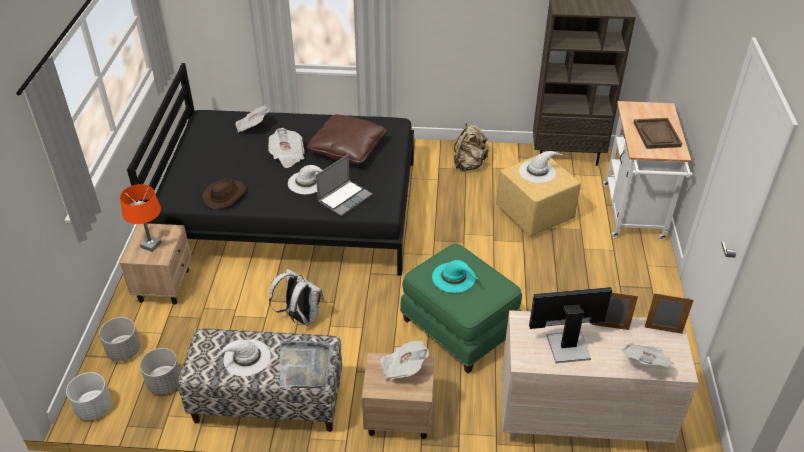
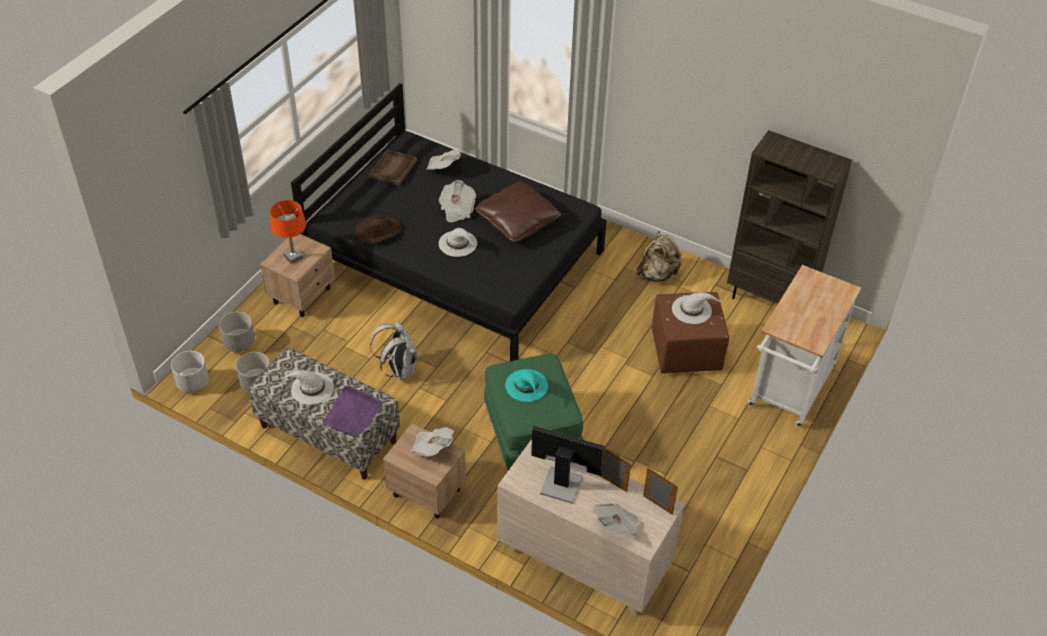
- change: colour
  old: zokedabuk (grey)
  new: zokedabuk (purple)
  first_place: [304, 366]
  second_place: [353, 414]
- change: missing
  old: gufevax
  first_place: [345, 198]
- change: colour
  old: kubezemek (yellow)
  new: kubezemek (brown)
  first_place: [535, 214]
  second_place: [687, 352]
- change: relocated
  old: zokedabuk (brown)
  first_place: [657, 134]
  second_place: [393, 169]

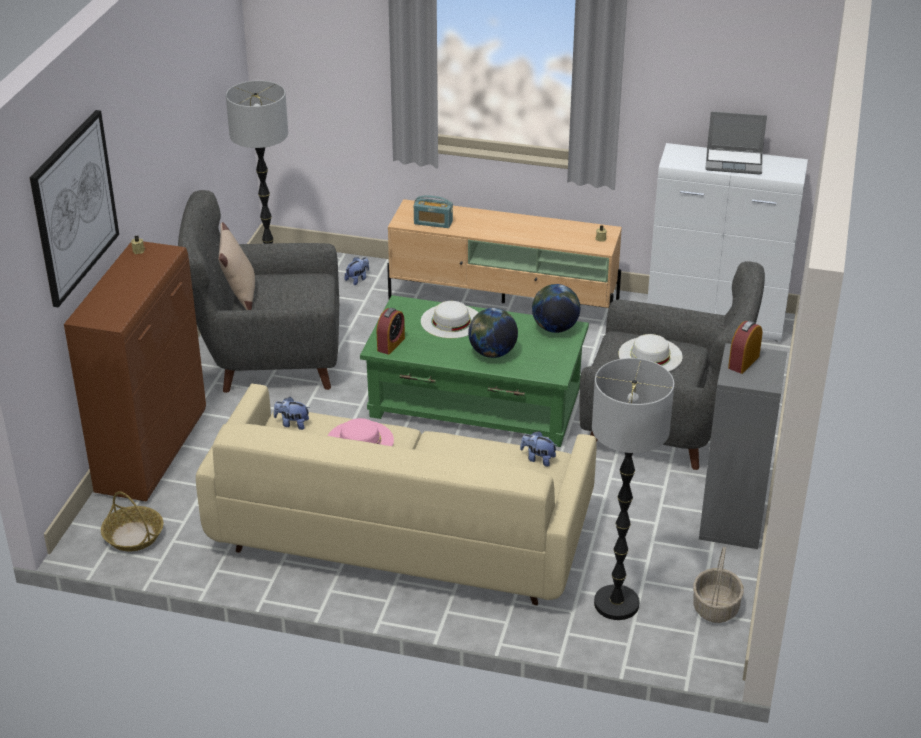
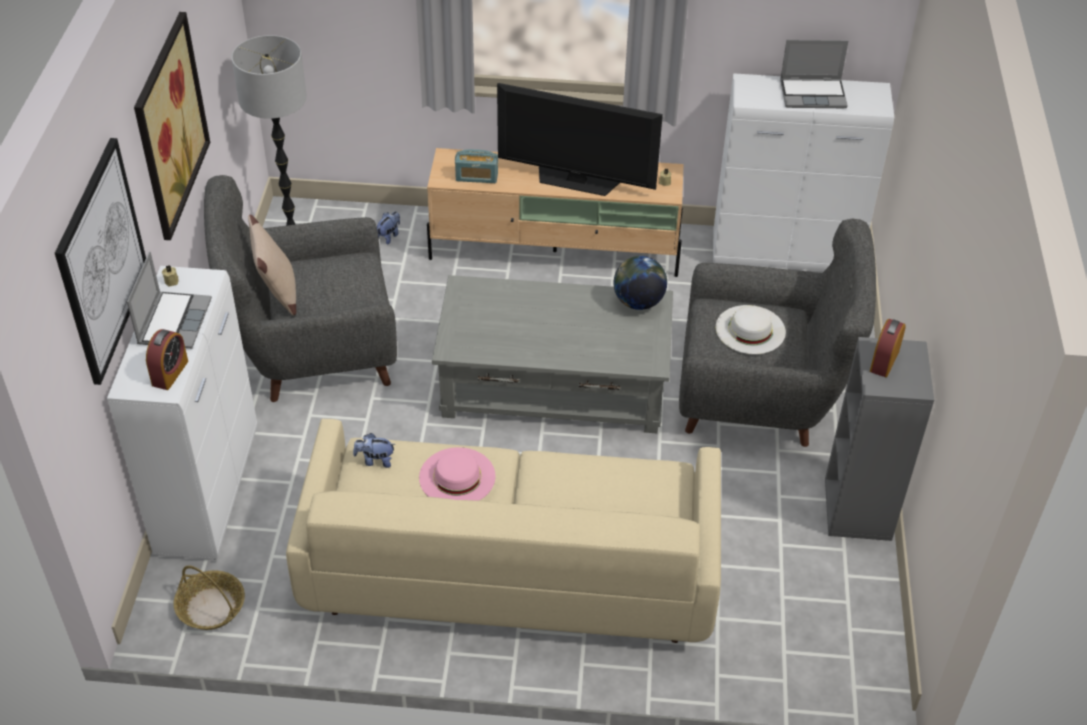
- change: colour
  old: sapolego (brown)
  new: sapolego (white)
  first_place: [152, 451]
  second_place: [208, 490]
- change: colour
  old: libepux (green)
  new: libepux (grey)
  first_place: [474, 402]
  second_place: [552, 385]
- change: relocated
  old: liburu
  first_place: [391, 344]
  second_place: [170, 373]
- change: missing
  old: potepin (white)
  first_place: [451, 321]
- change: missing
  old: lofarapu
  first_place: [492, 353]
- change: missing
  old: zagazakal
  first_place: [538, 459]
- change: missing
  old: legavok
  first_place: [616, 604]
- change: missing
  old: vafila
  first_place: [715, 607]
- change: appeared
  new: gufevax
  second_place: [174, 321]
- change: appeared
  new: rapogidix
  second_place: [170, 125]
- change: appeared
  new: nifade
  second_place: [576, 180]

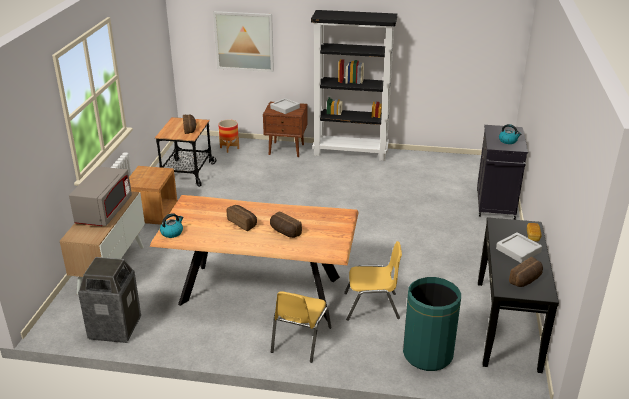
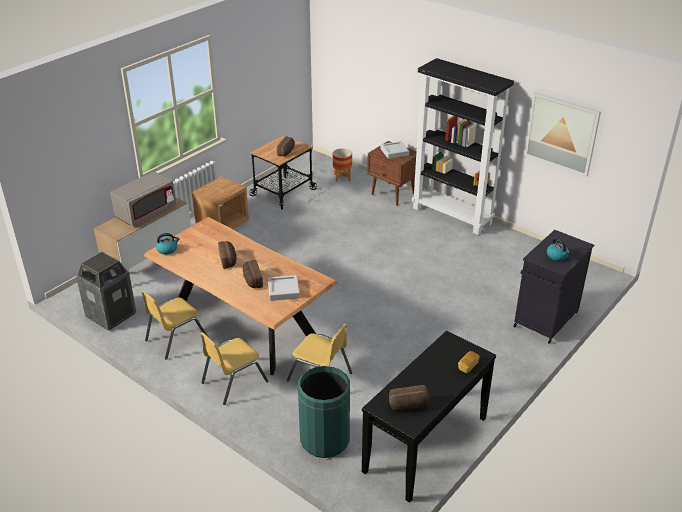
- change: relocated
  old: rapogidix
  first_place: [244, 41]
  second_place: [561, 133]
- change: relocated
  old: zokedabuk (grey)
  first_place: [518, 250]
  second_place: [283, 290]
- change: appeared
  new: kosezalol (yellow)
  second_place: [176, 339]

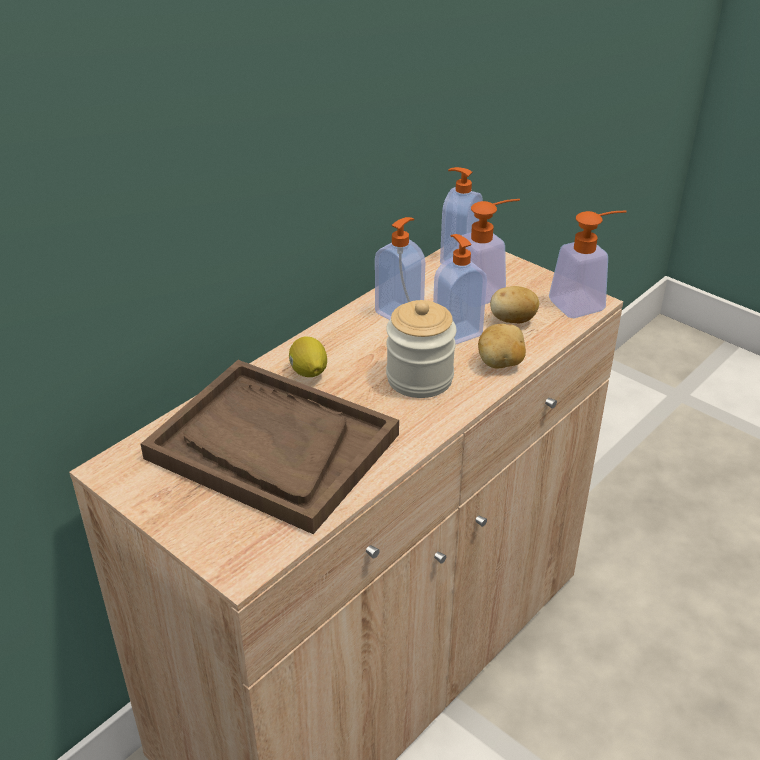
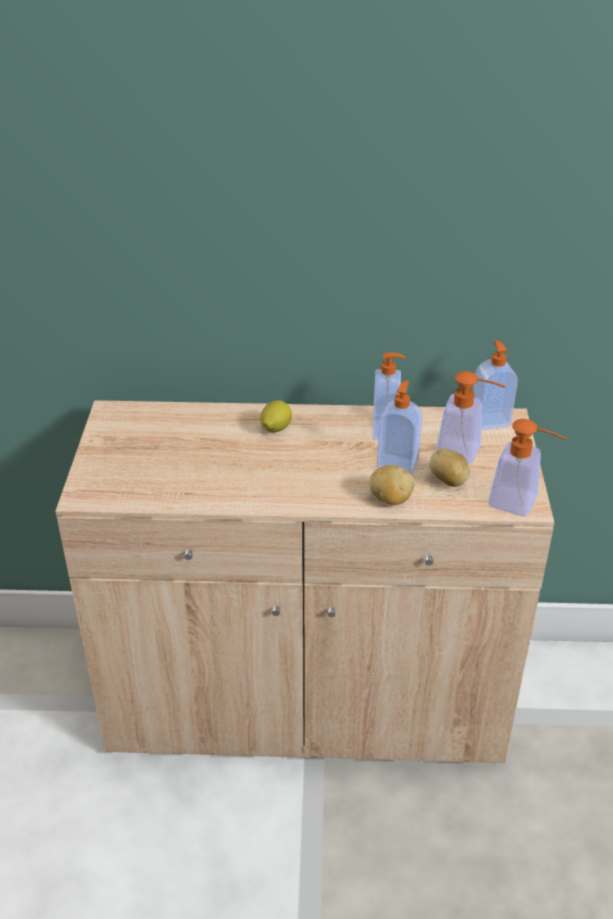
- change: missing
  old: zokedabuk (brown)
  first_place: [272, 447]
- change: missing
  old: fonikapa
  first_place: [419, 378]

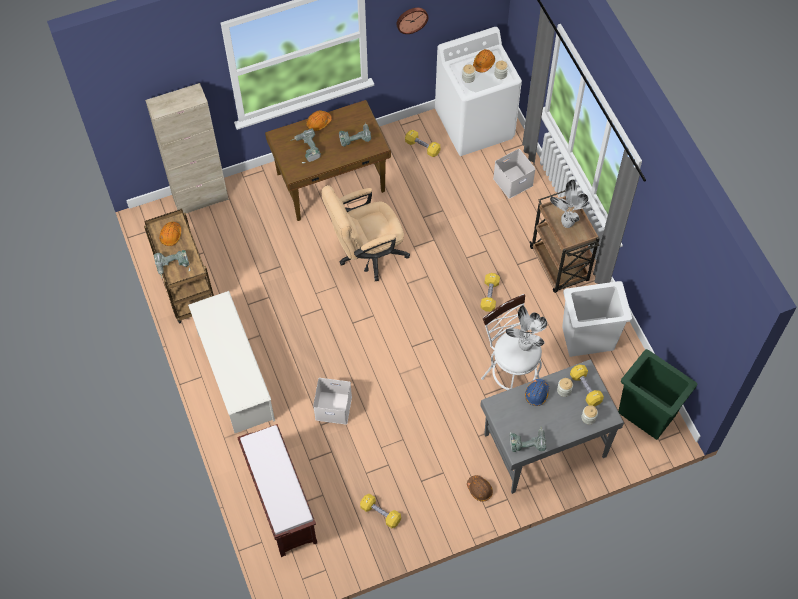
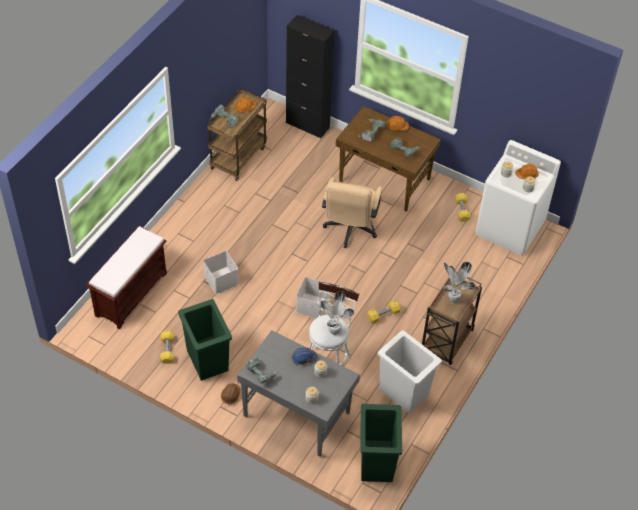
- change: colour
  old: sapolego (beige)
  new: sapolego (black)
  first_place: [200, 199]
  second_place: [307, 125]
- change: missing
  old: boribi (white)
  first_place: [235, 376]
- change: spun
  old: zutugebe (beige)
  first_place: [366, 254]
  second_place: [349, 230]
  degrees: -105
- change: missing
  old: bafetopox
  first_place: [411, 19]
- change: relocated
  old: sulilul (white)
  first_place: [513, 181]
  second_place: [313, 306]
- change: missing
  old: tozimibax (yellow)
  first_place: [585, 388]
- change: appeared
  new: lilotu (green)
  second_place: [207, 361]

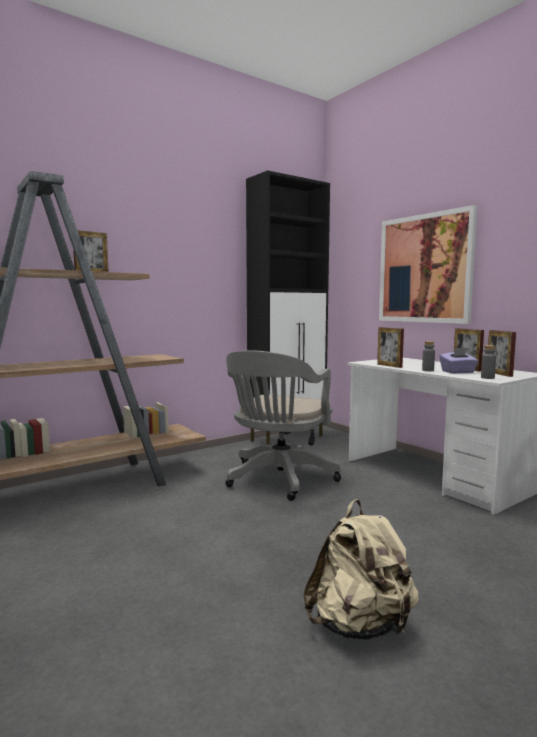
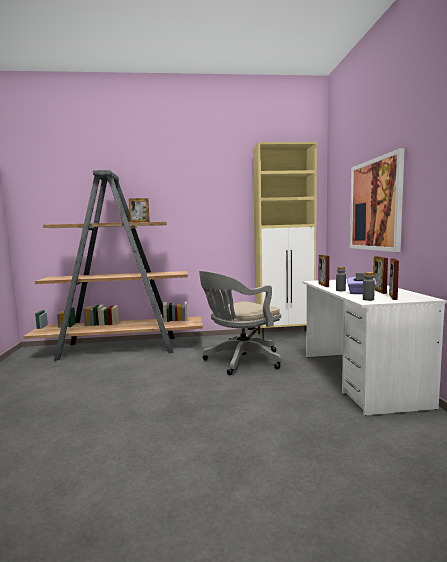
- change: colour
  old: sapolego (black)
  new: sapolego (beige)
  first_place: [288, 438]
  second_place: [285, 335]
- change: missing
  old: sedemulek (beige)
  first_place: [360, 625]

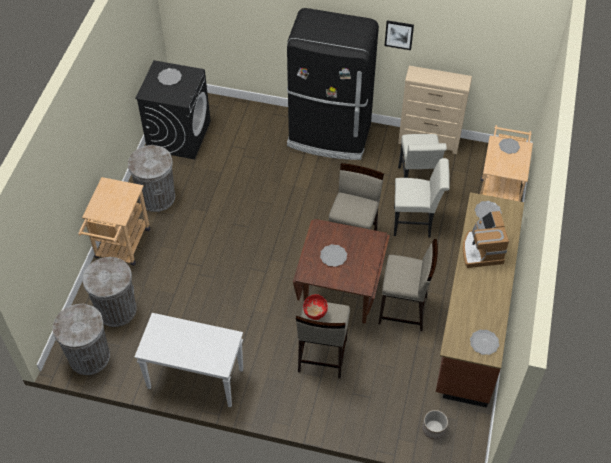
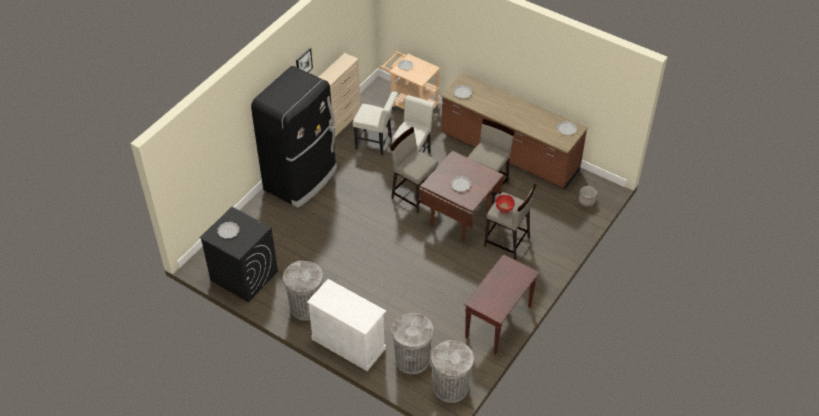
- change: exchanged
  old: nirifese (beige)
  new: sapolego (white)
  first_place: [121, 247]
  second_place: [348, 343]
- change: colour
  old: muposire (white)
  new: muposire (brown)
  first_place: [194, 379]
  second_place: [498, 322]
- change: missing
  old: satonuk
  first_place: [481, 250]

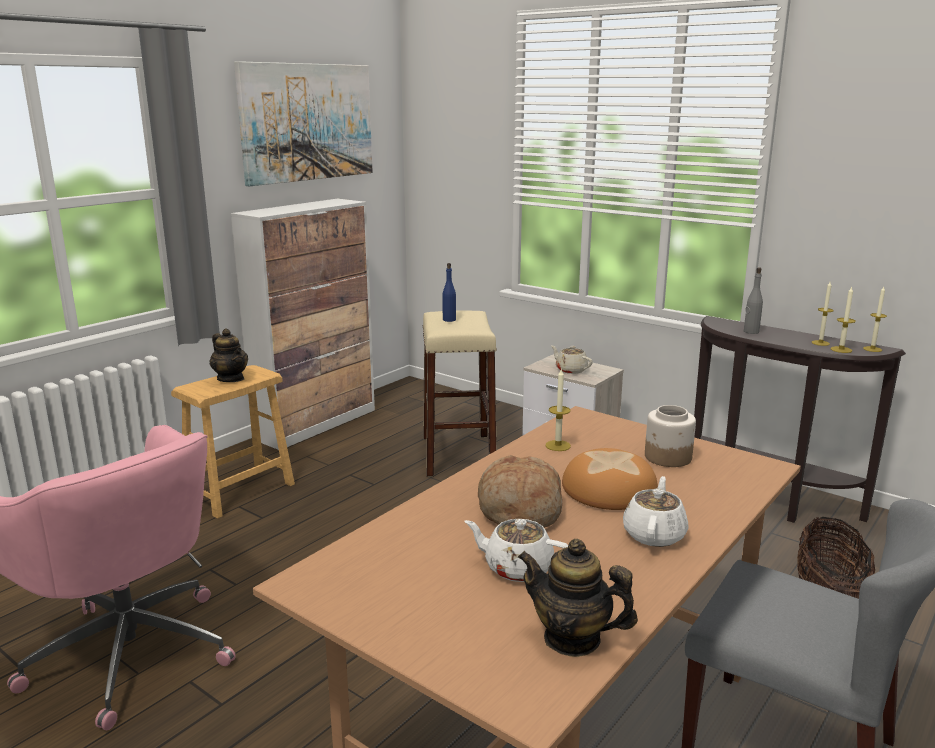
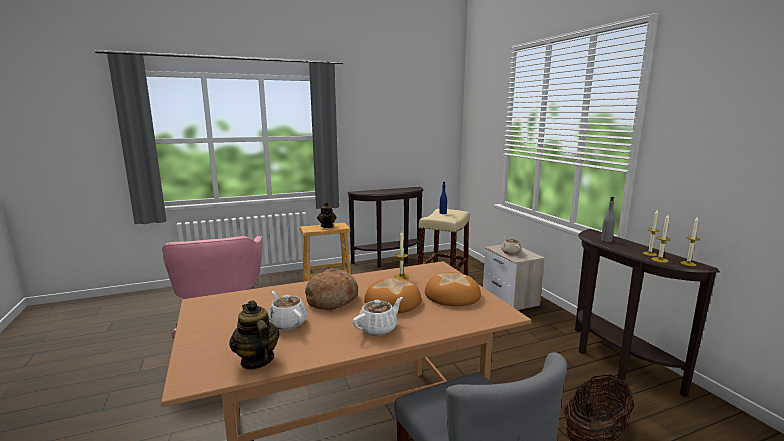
- change: exchanged
  old: sapolego
  new: muposire (brown)
  first_place: [317, 424]
  second_place: [389, 261]
- change: missing
  old: rapogidix
  first_place: [307, 122]
- change: exchanged
  old: fonikapa
  new: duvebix
  first_place: [668, 457]
  second_place: [451, 295]

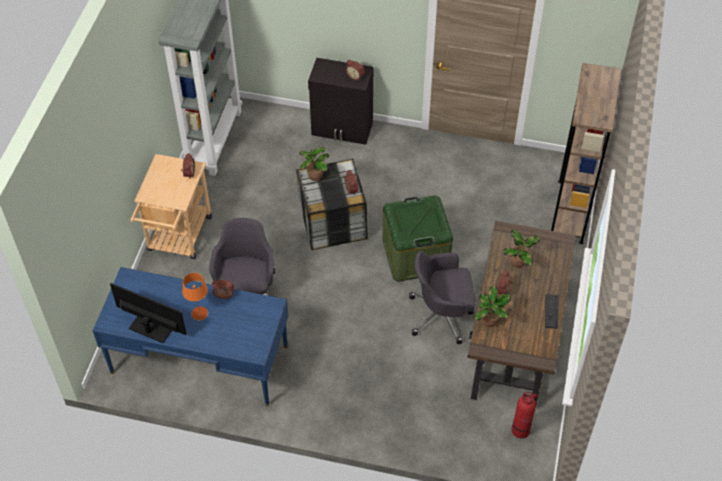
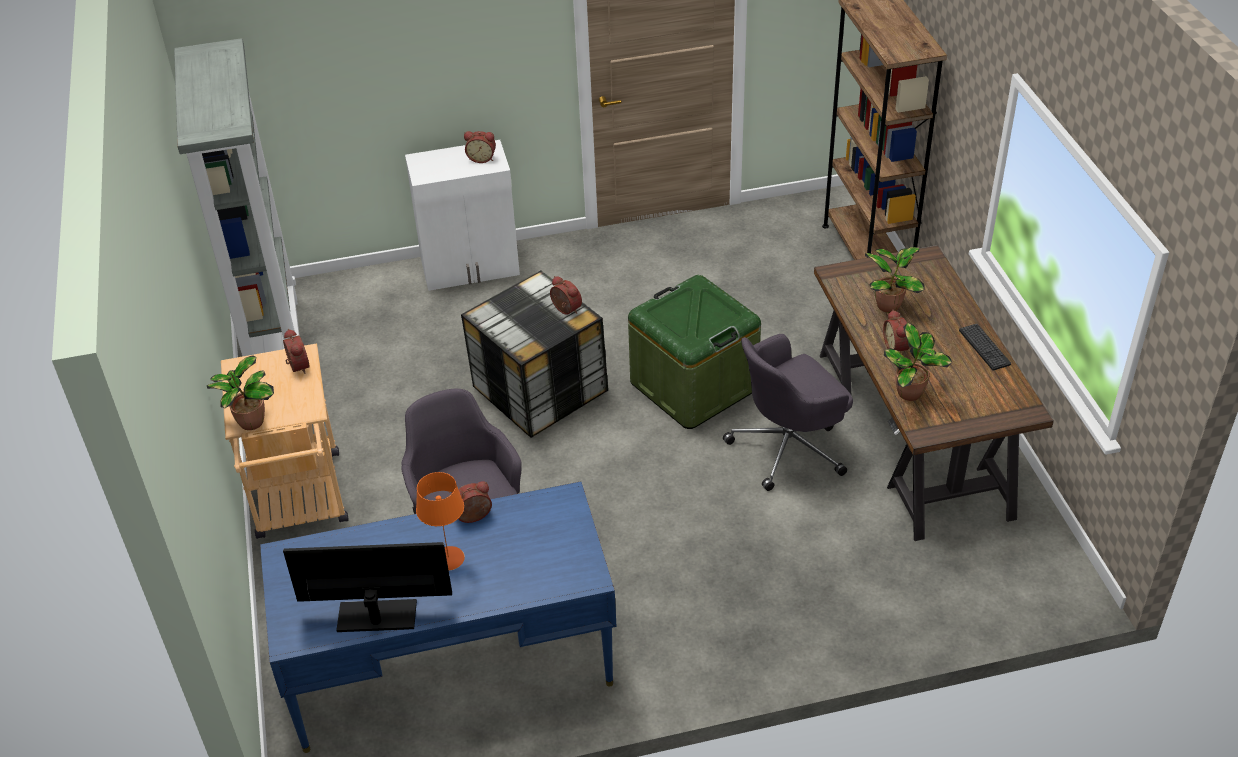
- change: relocated
  old: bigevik
  first_place: [314, 176]
  second_place: [250, 423]
- change: colour
  old: sapolego (black)
  new: sapolego (white)
  first_place: [342, 129]
  second_place: [471, 268]
- change: missing
  old: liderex
  first_place: [521, 430]

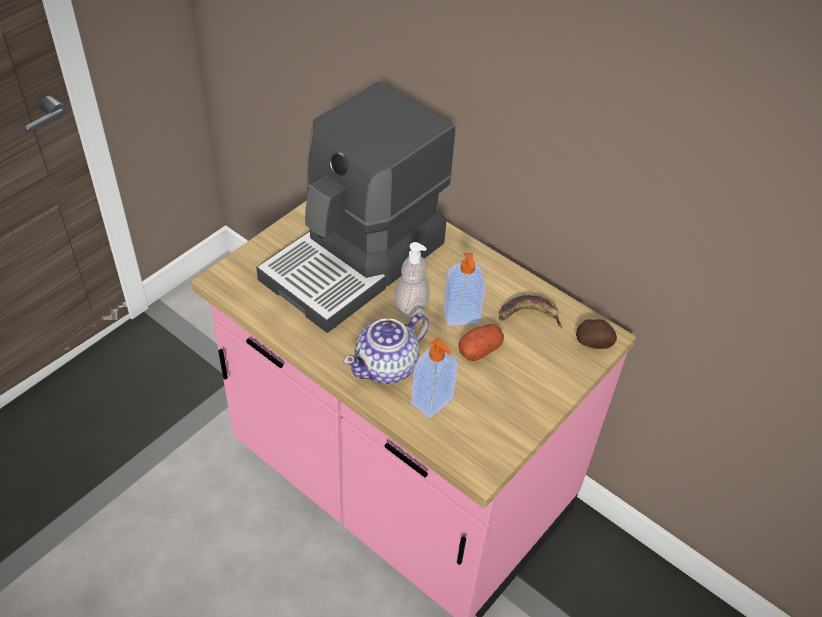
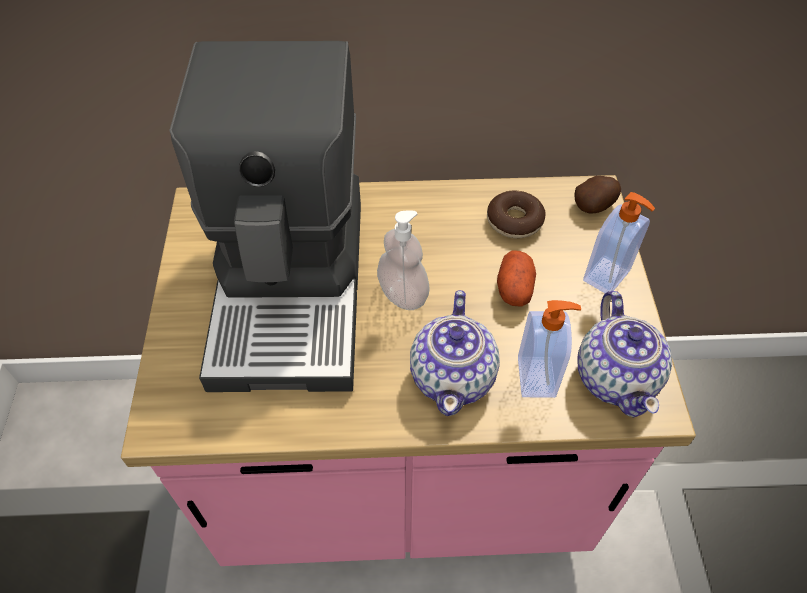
- change: relocated
  old: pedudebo
  first_place: [461, 317]
  second_place: [608, 276]
- change: exchanged
  old: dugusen
  new: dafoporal
  first_place: [528, 315]
  second_place: [514, 221]
- change: appeared
  new: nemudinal
  second_place: [616, 377]

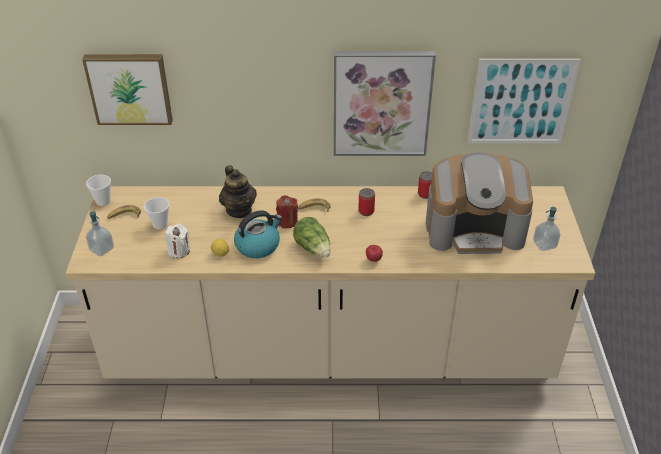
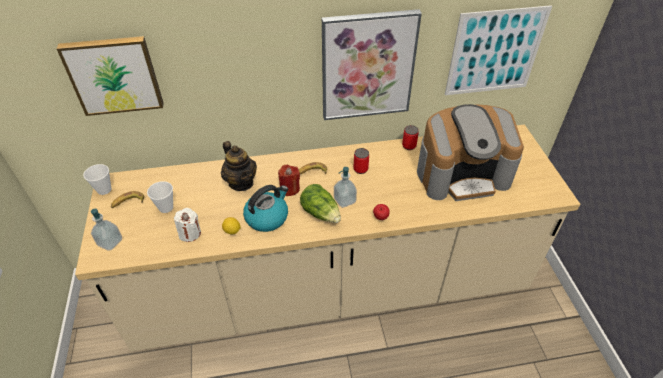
- change: relocated
  old: pedudebo
  first_place: [544, 244]
  second_place: [344, 200]

